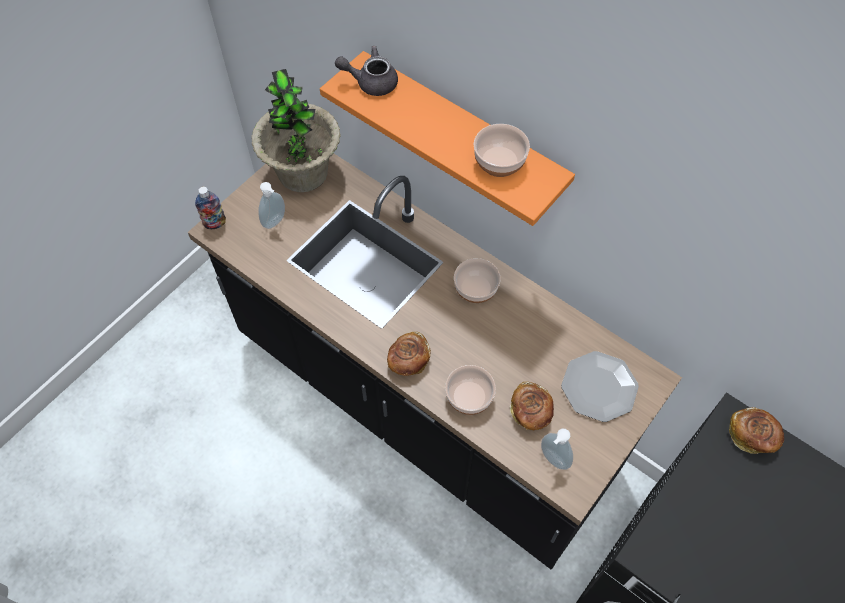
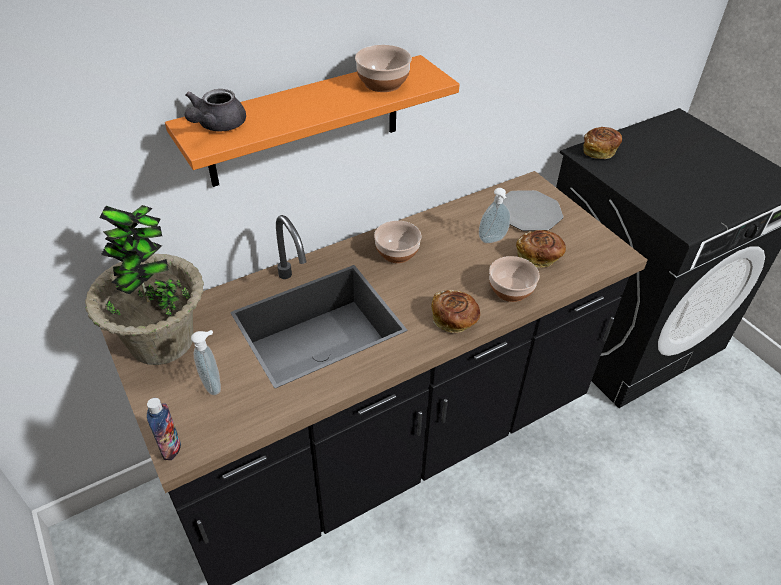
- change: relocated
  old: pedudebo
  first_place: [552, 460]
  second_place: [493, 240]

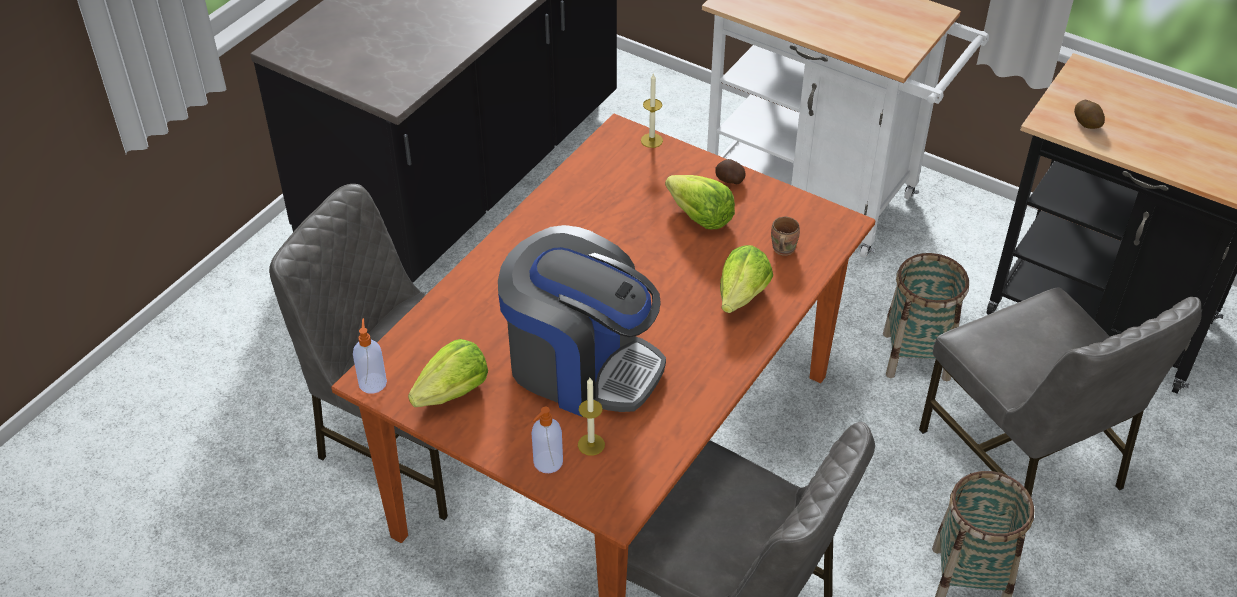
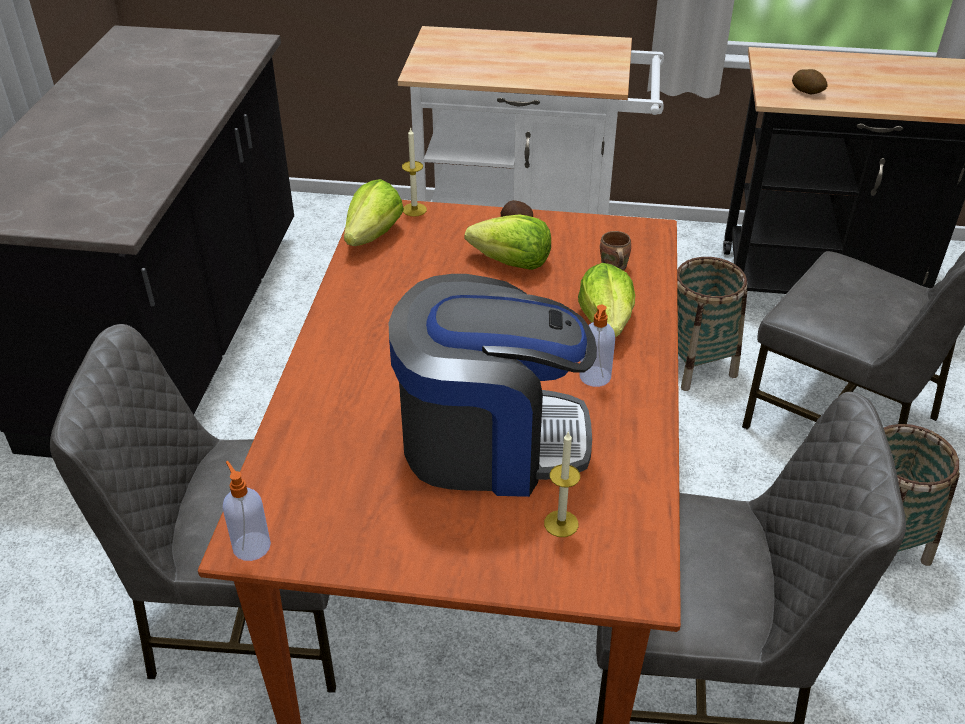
- change: relocated
  old: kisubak
  first_place: [453, 392]
  second_place: [373, 235]
- change: relocated
  old: pedudebo
  first_place: [547, 463]
  second_place: [594, 377]

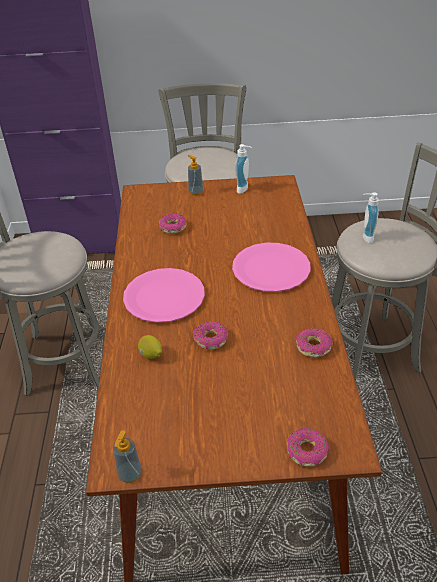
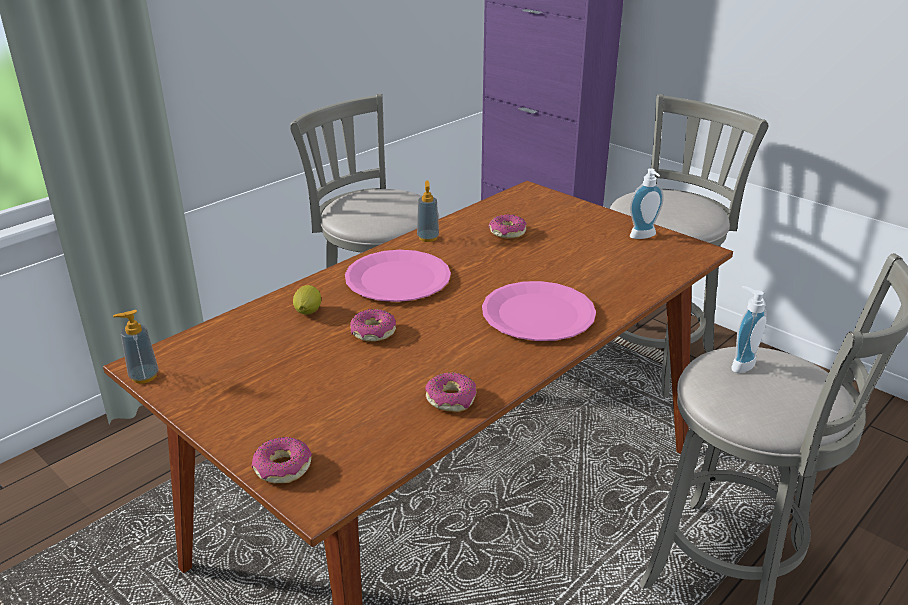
- change: relocated
  old: pedudebo
  first_place: [196, 192]
  second_place: [428, 238]

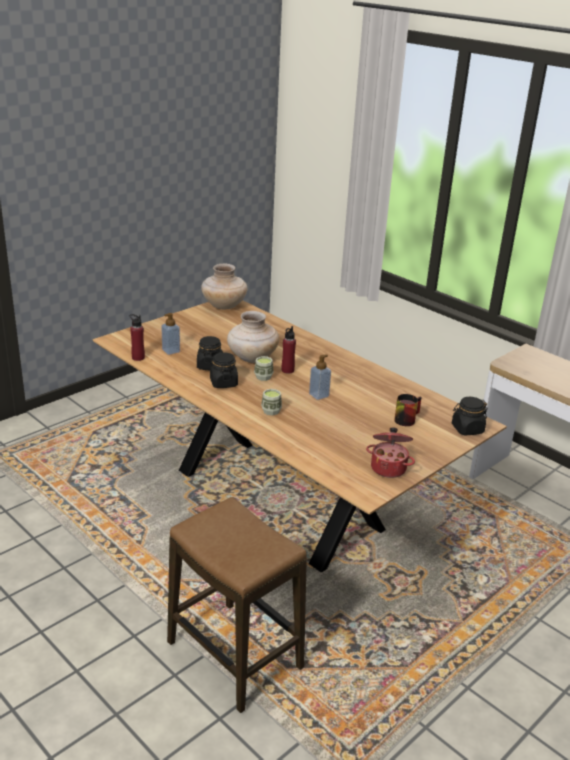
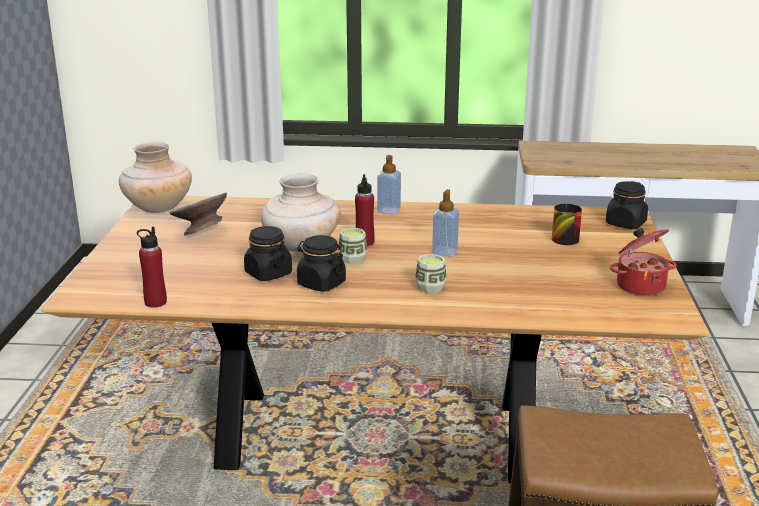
- change: relocated
  old: pedudebo
  first_place: [171, 351]
  second_place: [389, 210]
- change: appeared
  new: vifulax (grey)
  second_place: [200, 231]

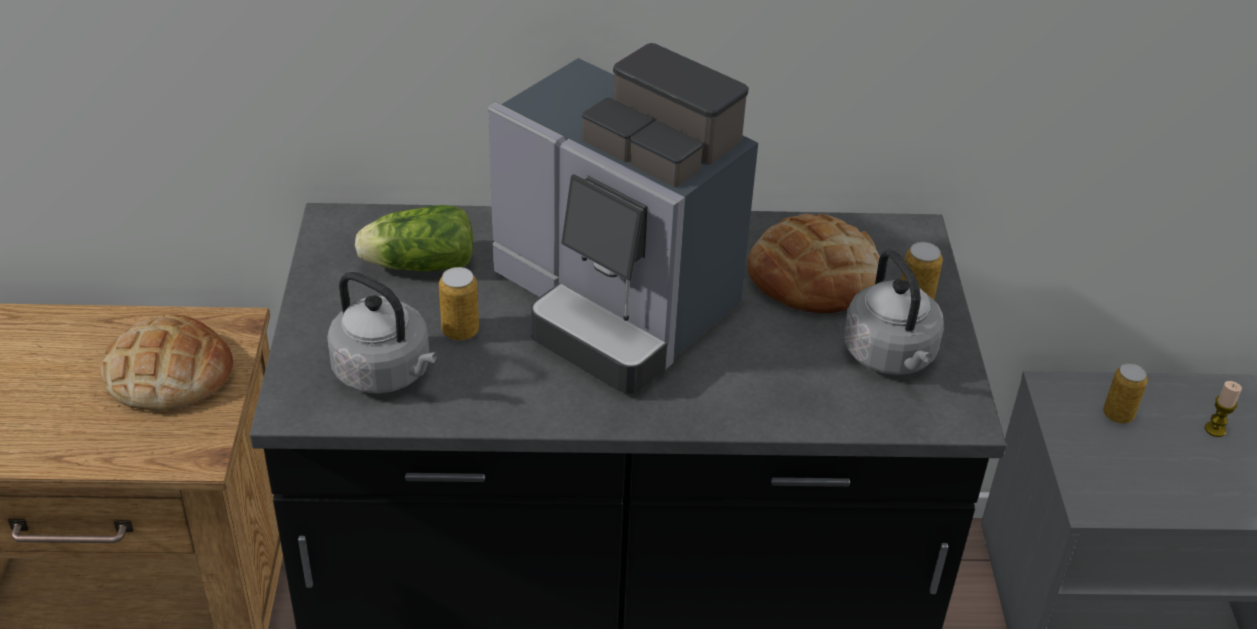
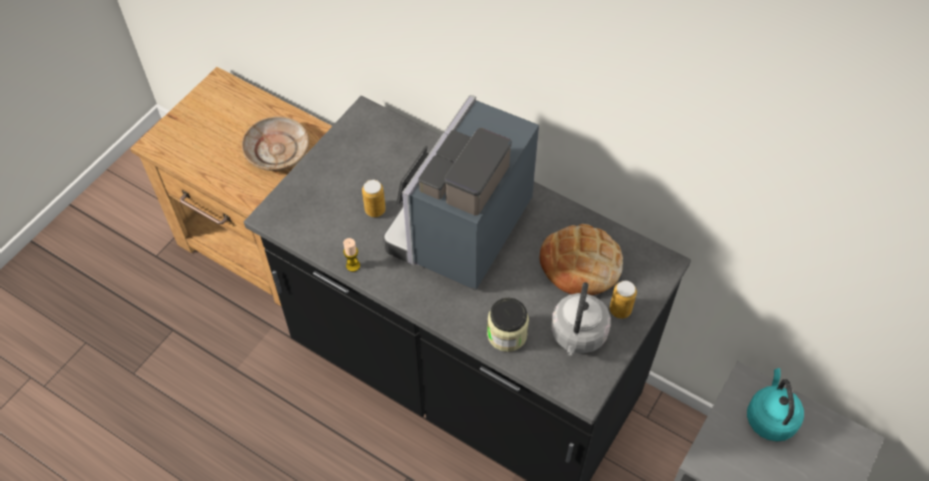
- change: exchanged
  old: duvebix
  new: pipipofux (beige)
  first_place: [169, 373]
  second_place: [277, 150]
- change: missing
  old: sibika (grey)
  first_place: [386, 373]
- change: missing
  old: kisubak
  first_place: [416, 264]
- change: spun
  old: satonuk
  first_place: [614, 306]
  second_place: [460, 232]
  degrees: 45
- change: exchanged
  old: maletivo
  new: sibika (turquoise)
  first_place: [1118, 415]
  second_place: [770, 417]
- change: relocated
  old: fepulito
  first_place: [1215, 429]
  second_place: [353, 265]
- change: appeared
  new: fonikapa
  second_place: [507, 334]

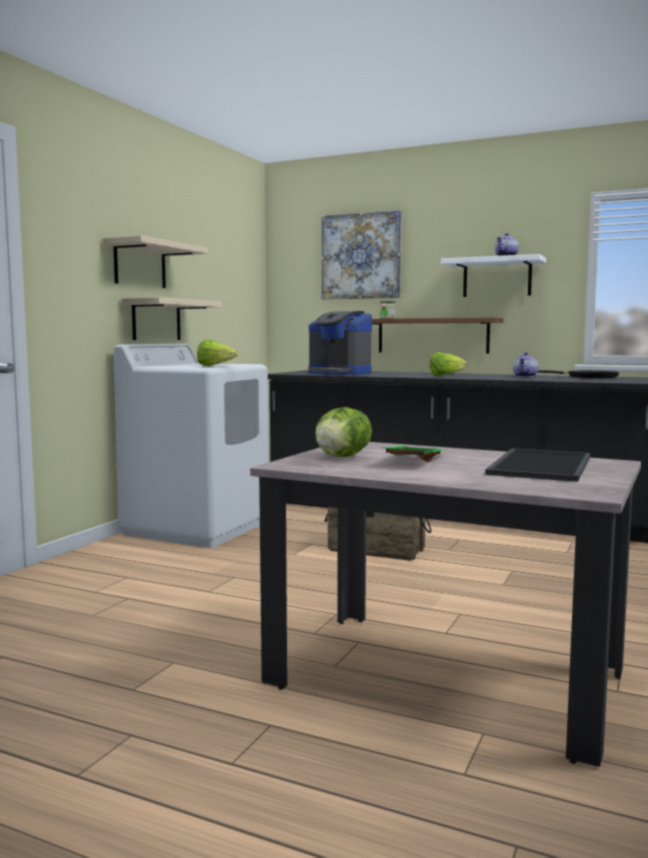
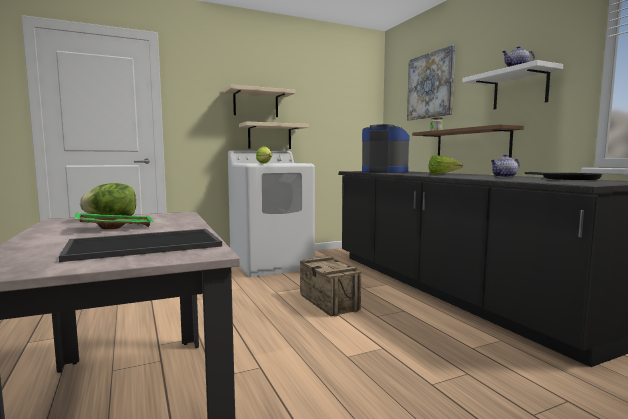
- change: spun
  old: satonuk
  first_place: [339, 373]
  second_place: [384, 172]
  degrees: 135

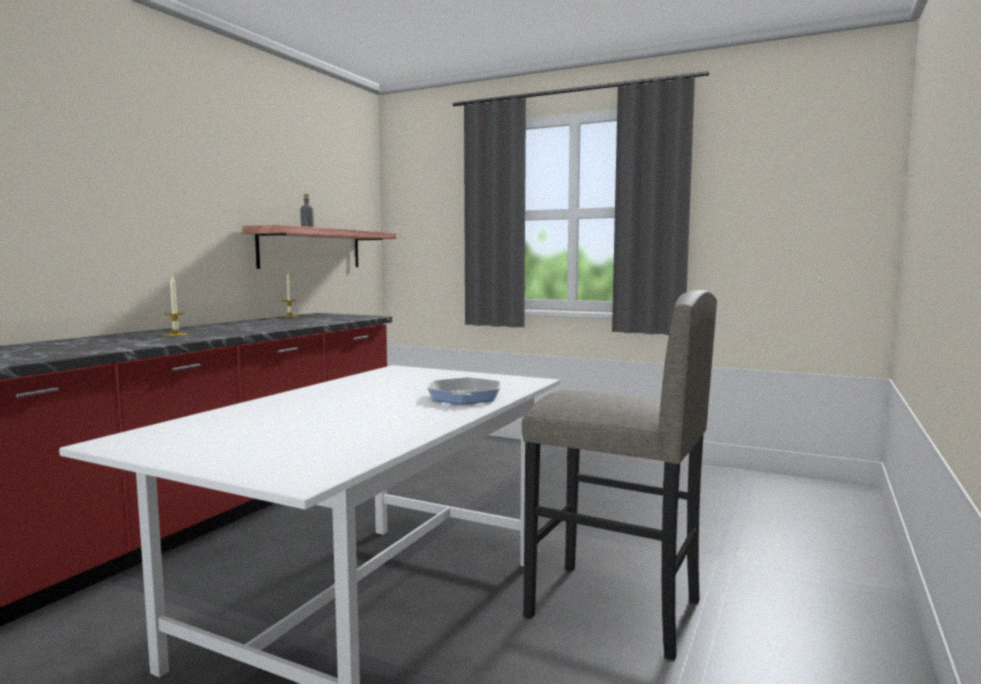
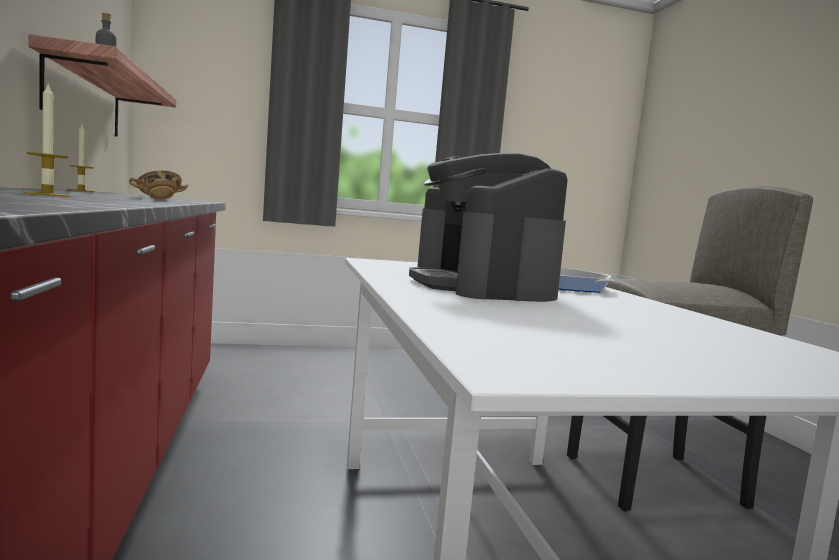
- change: appeared
  new: vifulax
  second_place: [159, 199]
- change: appeared
  new: satonuk
  second_place: [481, 286]

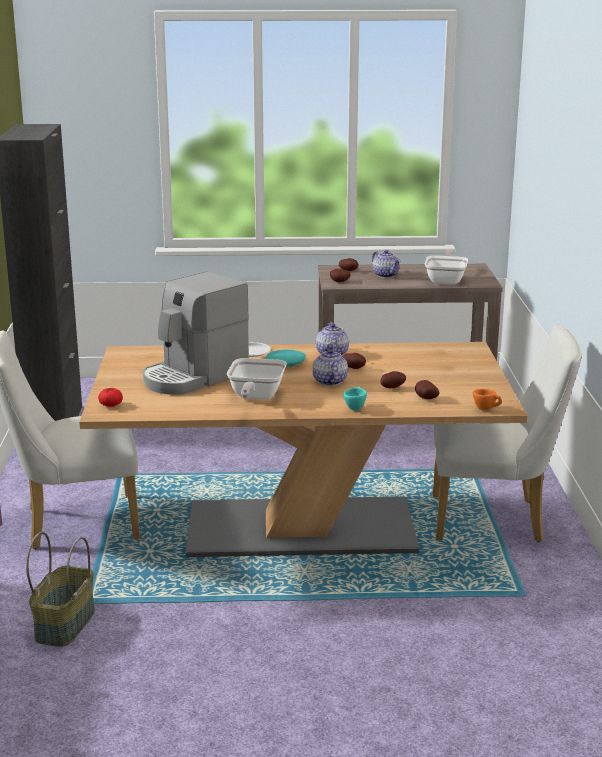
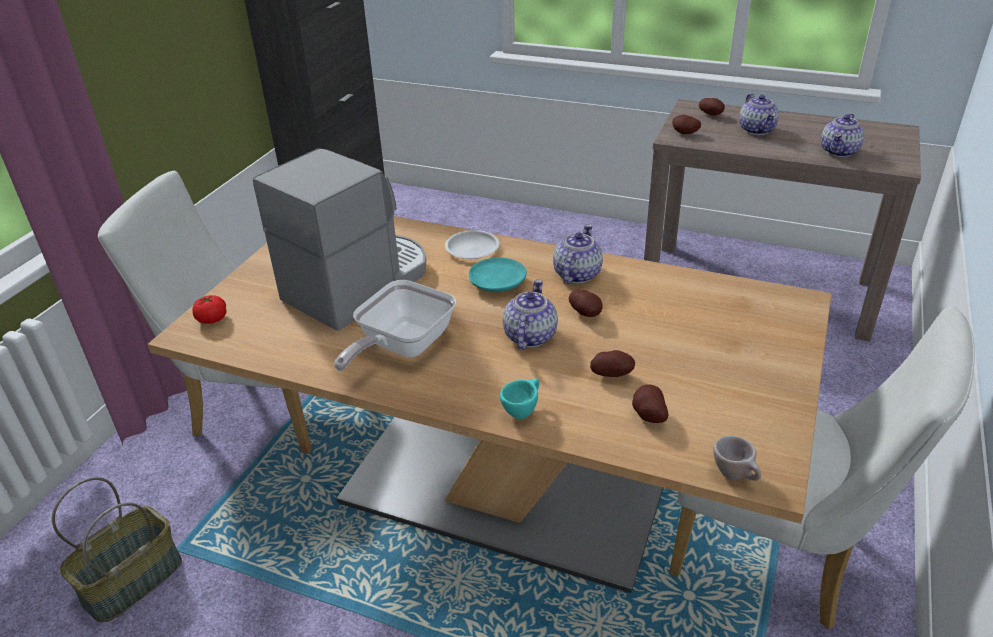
- change: spun
  old: satonuk
  first_place: [194, 377]
  second_place: [359, 284]
  degrees: 150
- change: exchanged
  old: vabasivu
  new: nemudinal
  first_place: [446, 280]
  second_place: [839, 151]
- change: colour
  old: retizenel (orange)
  new: retizenel (beige)
  first_place: [486, 409]
  second_place: [736, 475]

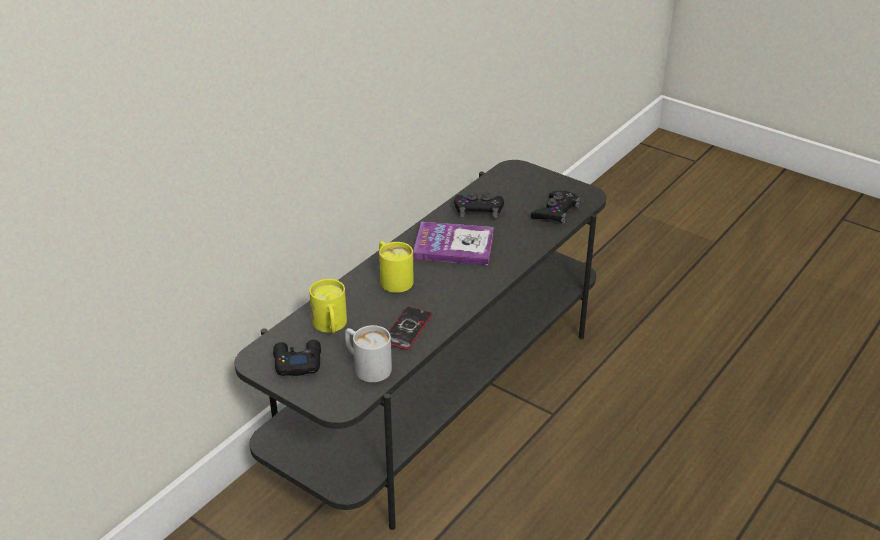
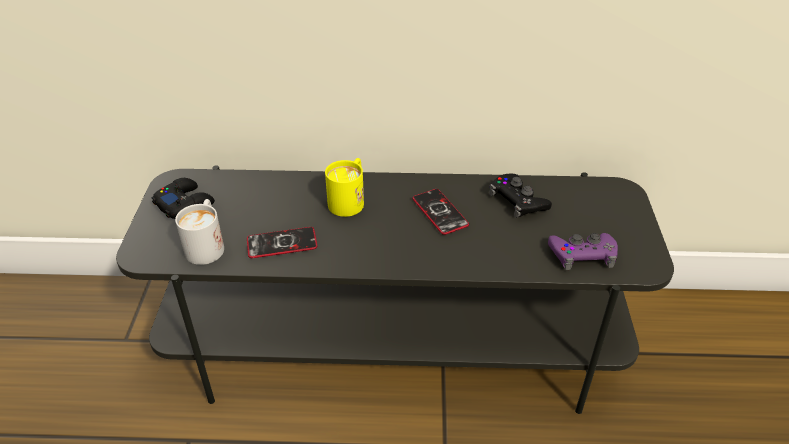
- change: missing
  old: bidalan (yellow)
  first_place: [330, 327]
- change: exchanged
  old: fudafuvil
  new: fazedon
  first_place: [453, 246]
  second_place: [440, 212]
- change: colour
  old: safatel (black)
  new: safatel (purple)
  first_place: [555, 212]
  second_place: [582, 255]

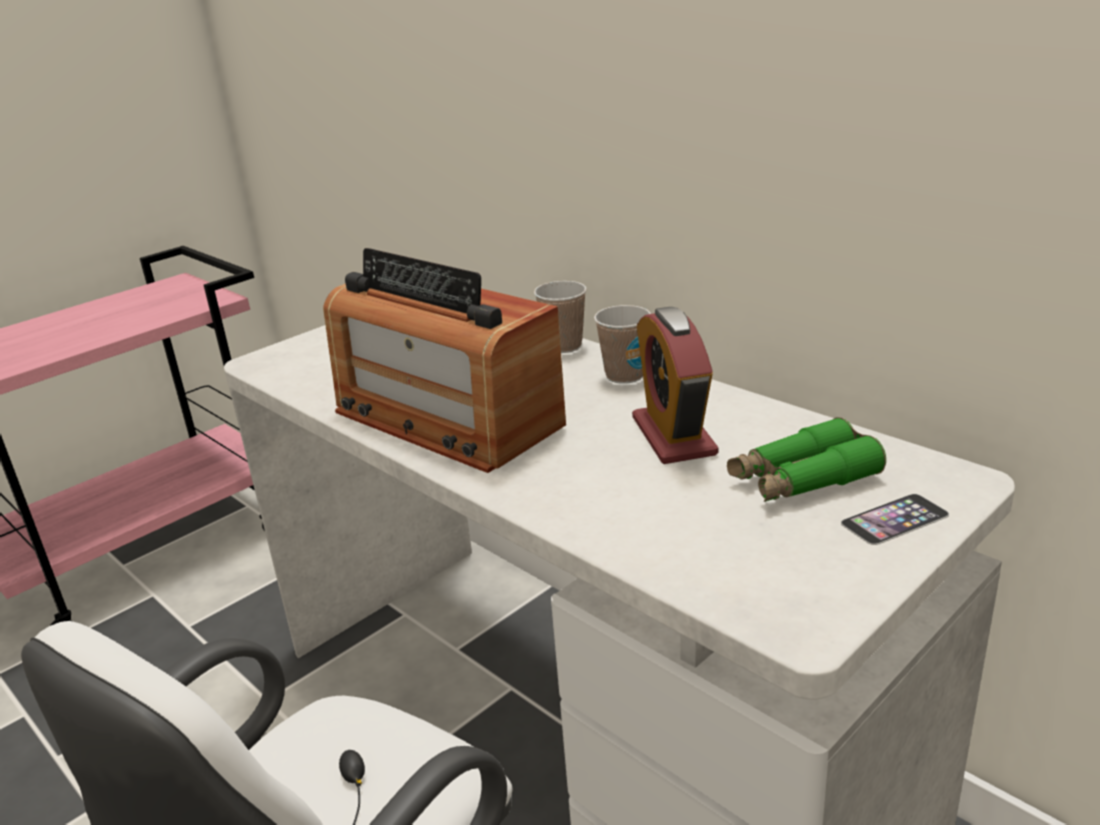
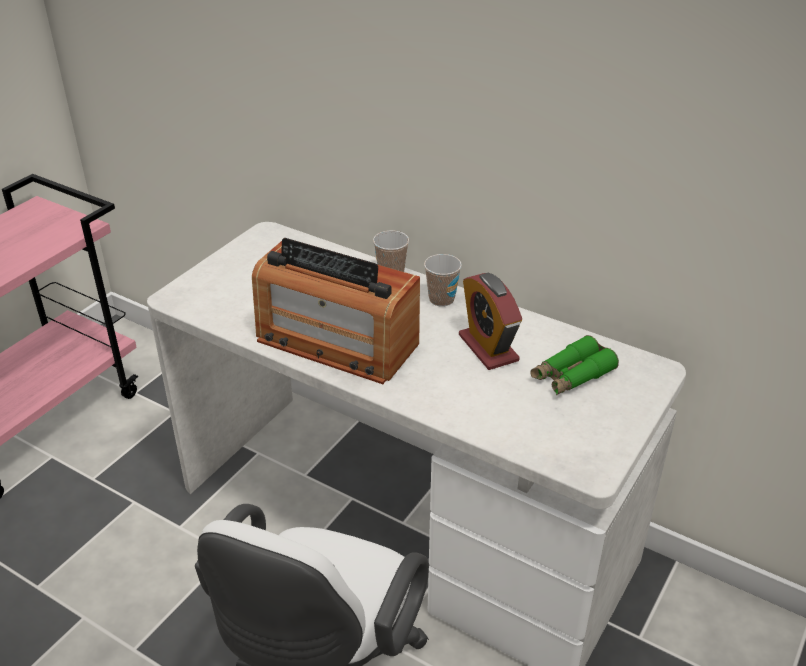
- change: missing
  old: fazedon
  first_place: [894, 519]

